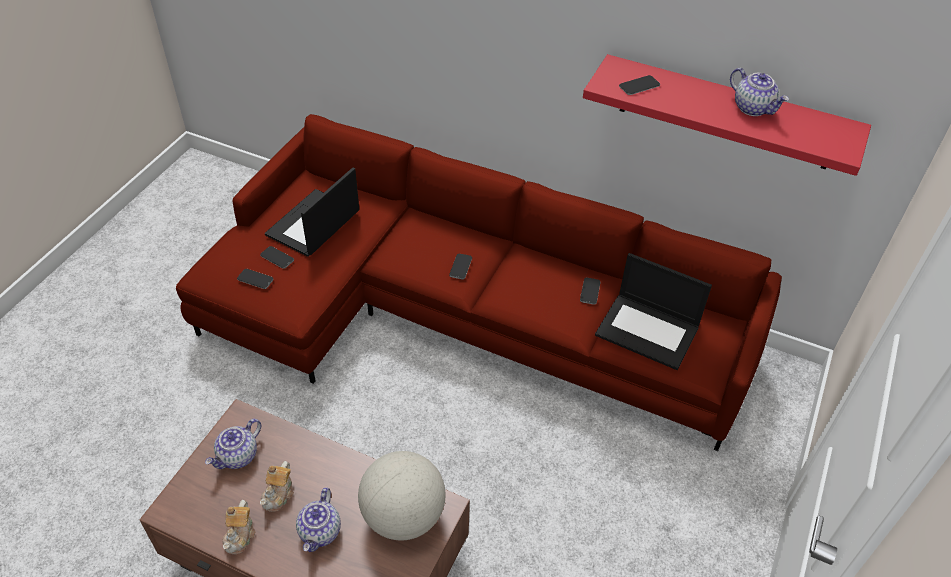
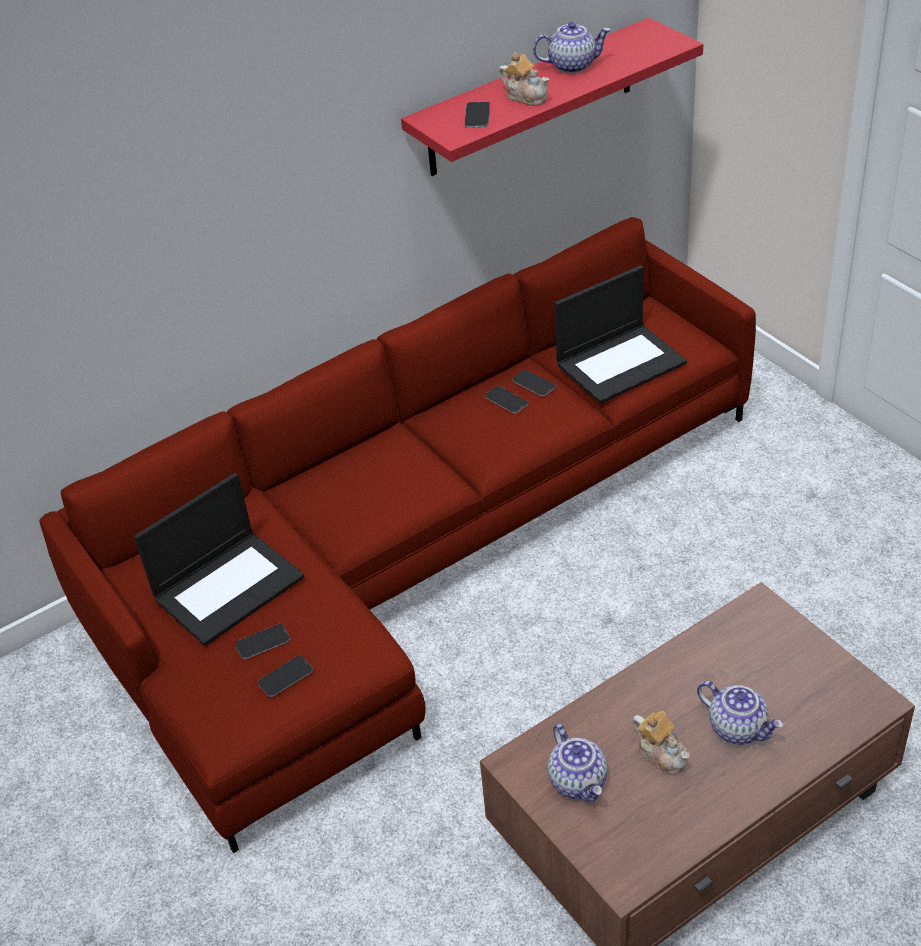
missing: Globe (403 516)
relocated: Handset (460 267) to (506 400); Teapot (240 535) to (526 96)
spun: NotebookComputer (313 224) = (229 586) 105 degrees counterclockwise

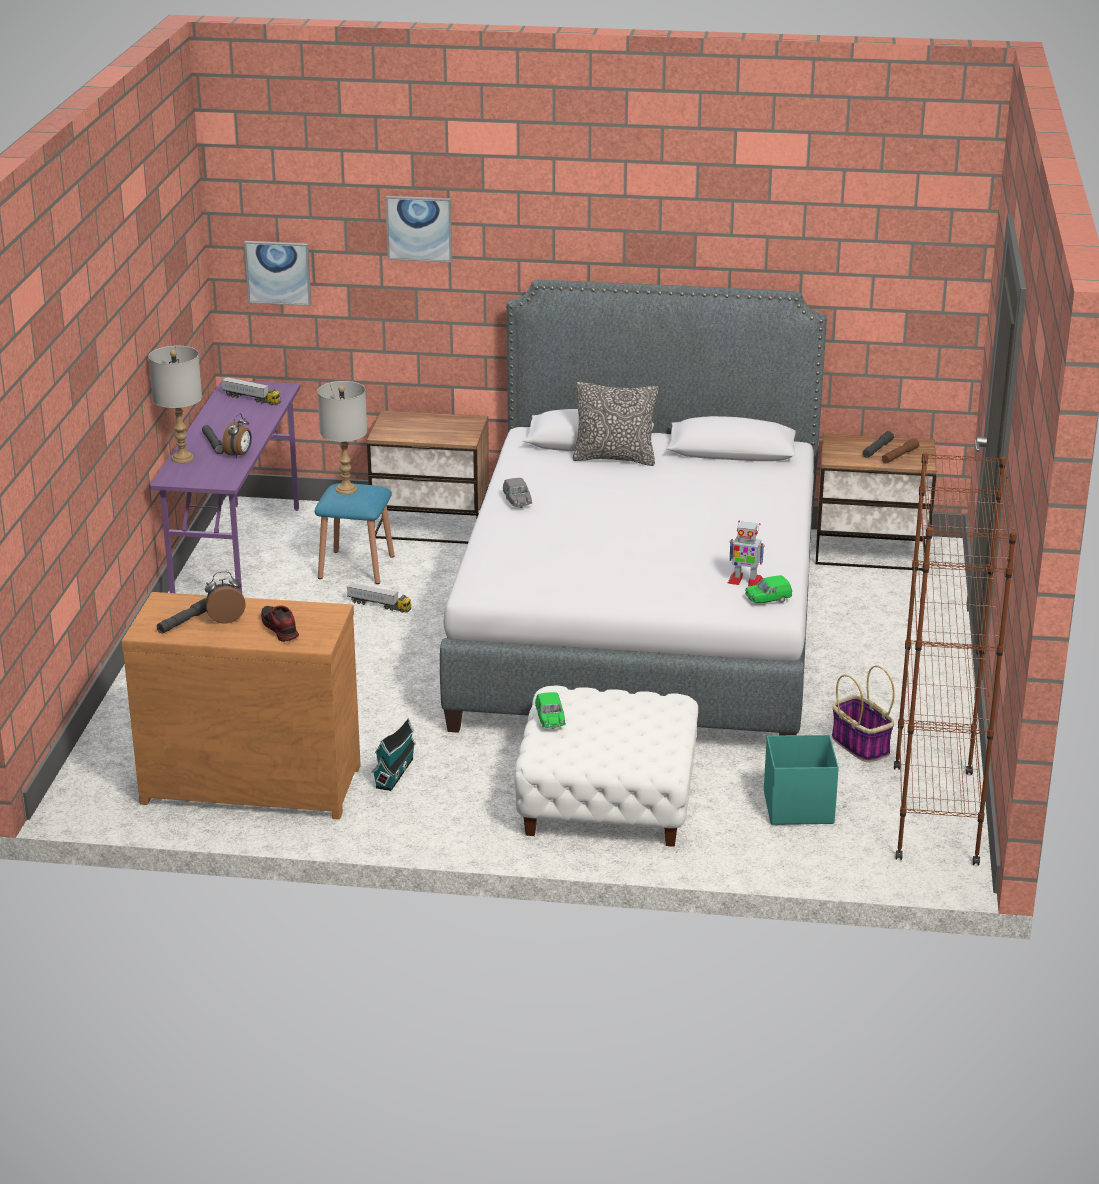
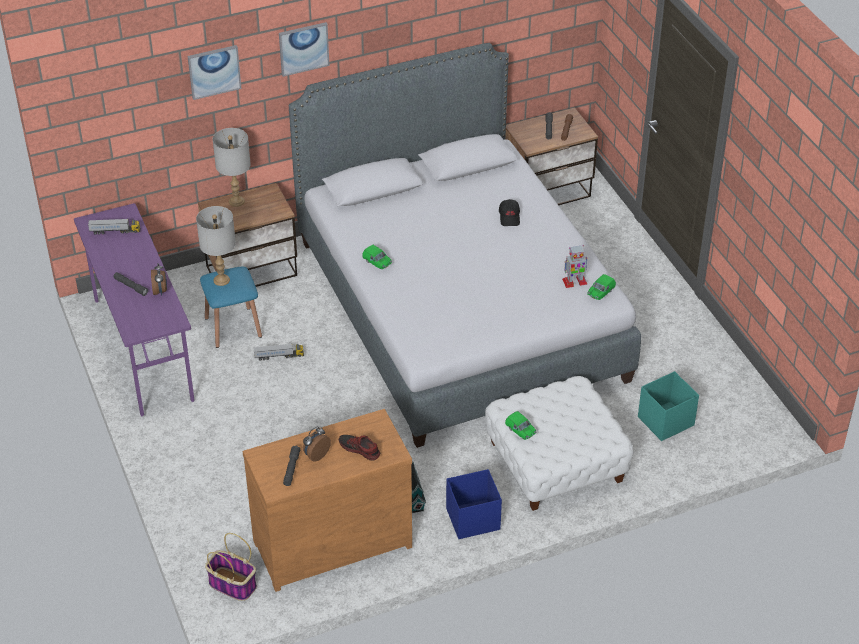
missing: Cushion (614 458); BrownShelvingUnit (935 814)
appeared: BlueStorageBin (472 519); BlackColouredPeakedCap (509 217)
relocated: StorageBasket (859 745) to (231 584); GrayTabletopLamp (182 458) to (236 201); WallPicture (278 272) to (303 48)
colour: GrayToyCar (517 502) to GreenColouredToyCar (377 263)

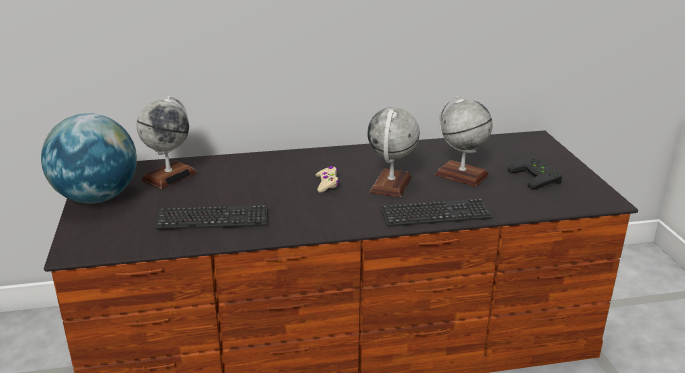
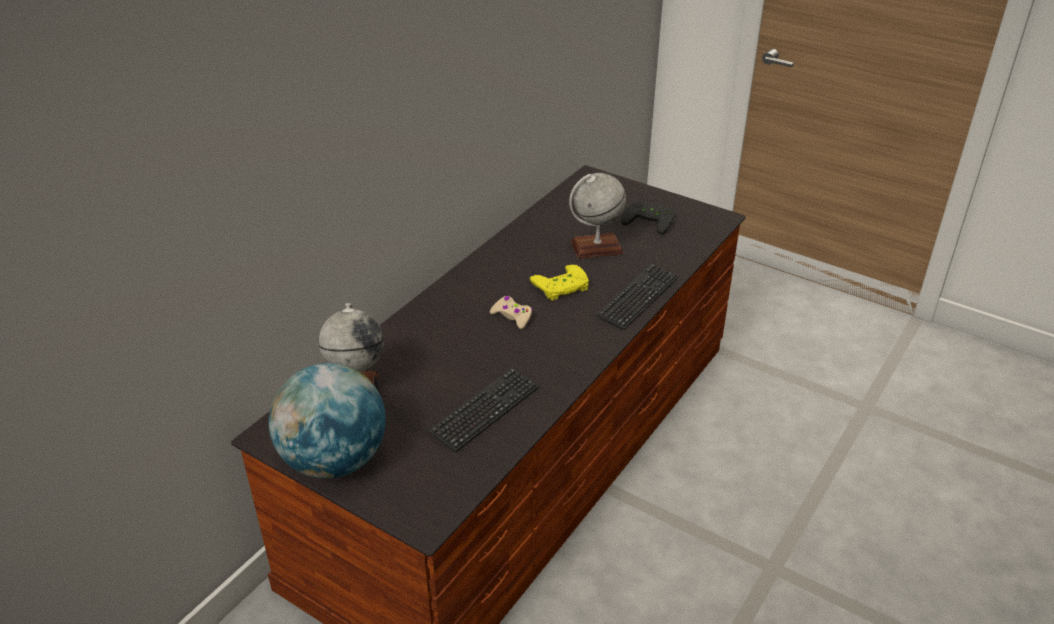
exchanged: Globe (391 184) to YellowGameController (562 287)

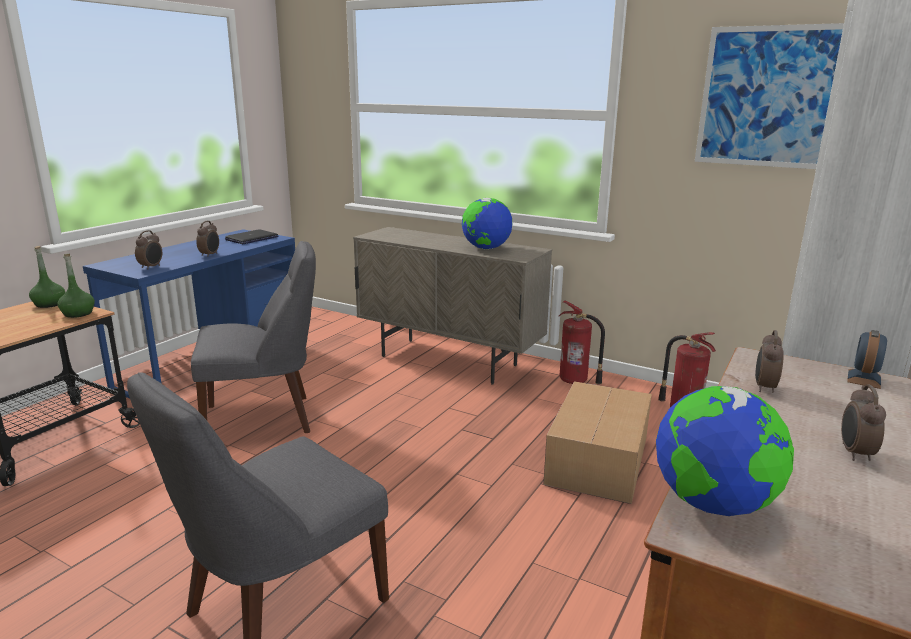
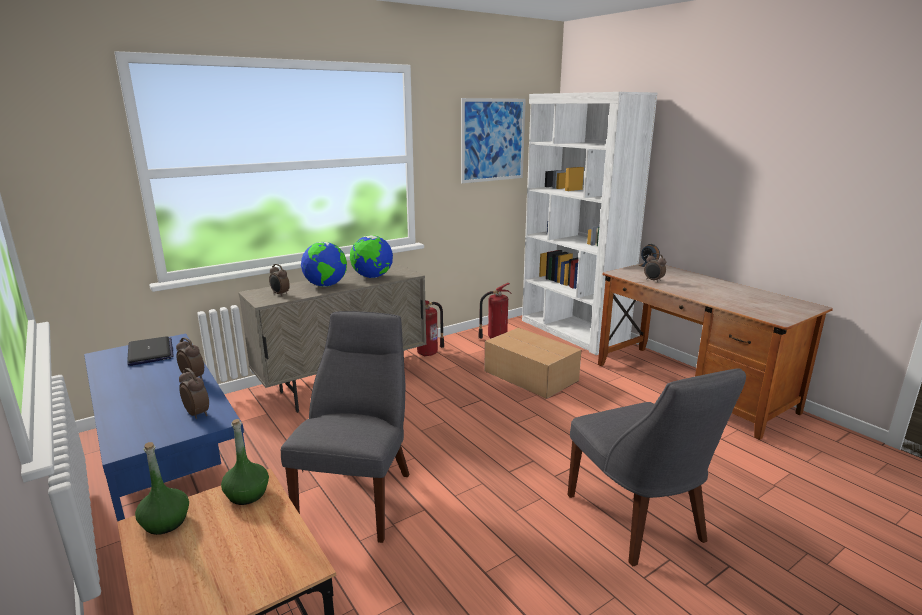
relocated: AlarmClock (854 453) to (280 294); Globe (713 504) to (326 285)

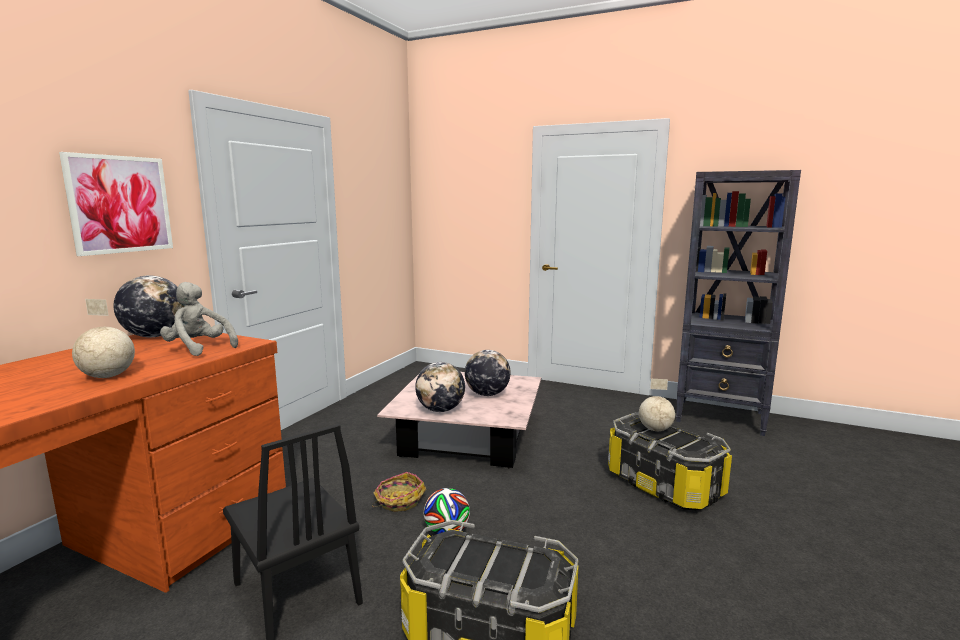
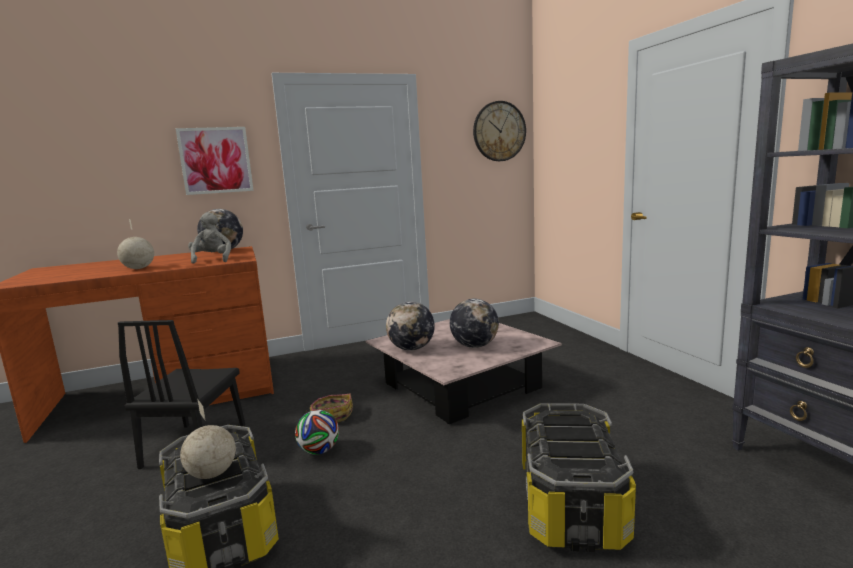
appeared: ClockOnTheWall (499 131)
relocated: Globe (655 429) to (212 474)

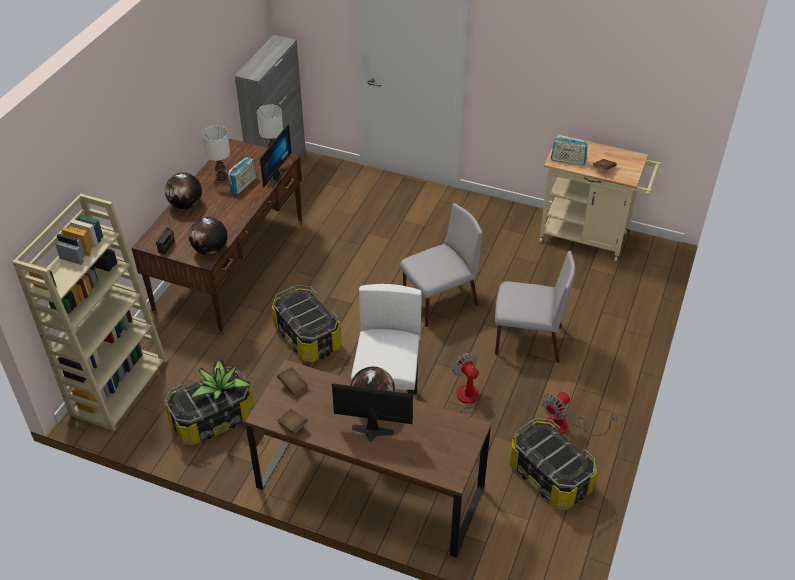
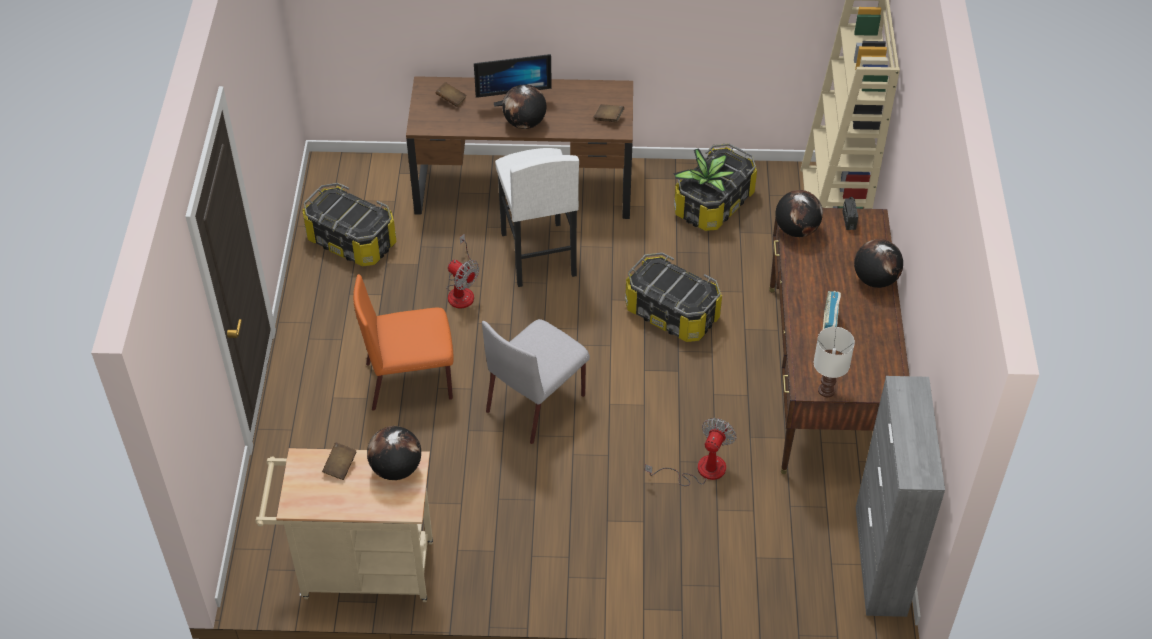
missing: WhiteTabletopLamp (221 176); ComputerScreen (273 177)
relocated: BrownVolume (292 425) to (451 100); ElectricFan (565 426) to (700 470)
exchanged: RadioSet (568 160) to Globe (396 469)
colour: GrayPlainChair (527 341) to OrangeColouredPlainChair (411 381)

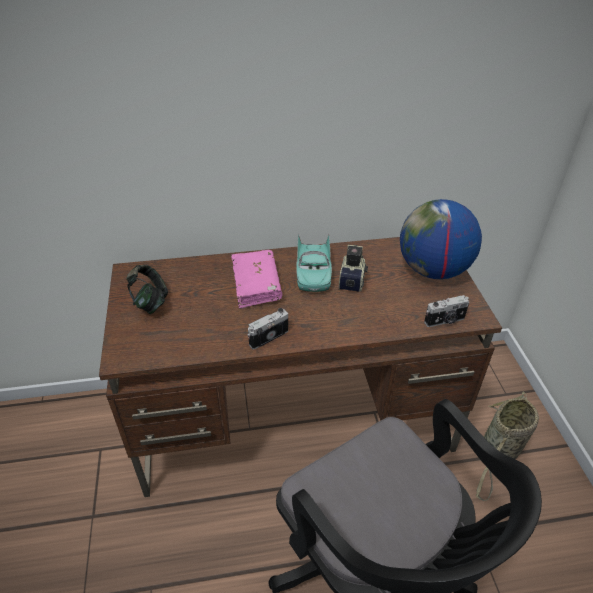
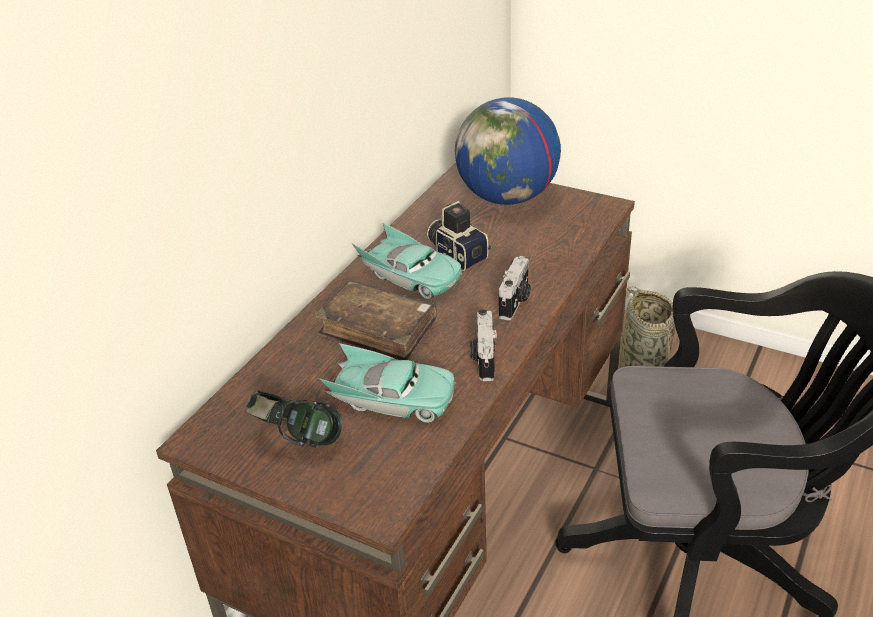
appeared: BlueGreenToyCar (391 399)
relocated: StillCamera (445 321) to (515 302)
colour: PinkishVolume (256 285) to BrownVolume (378 330)

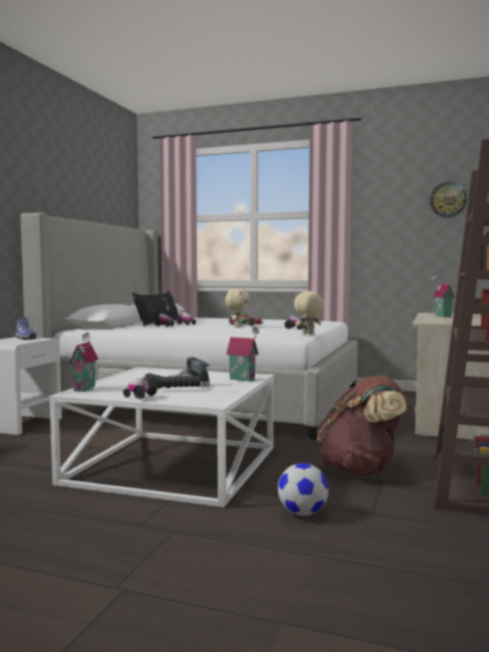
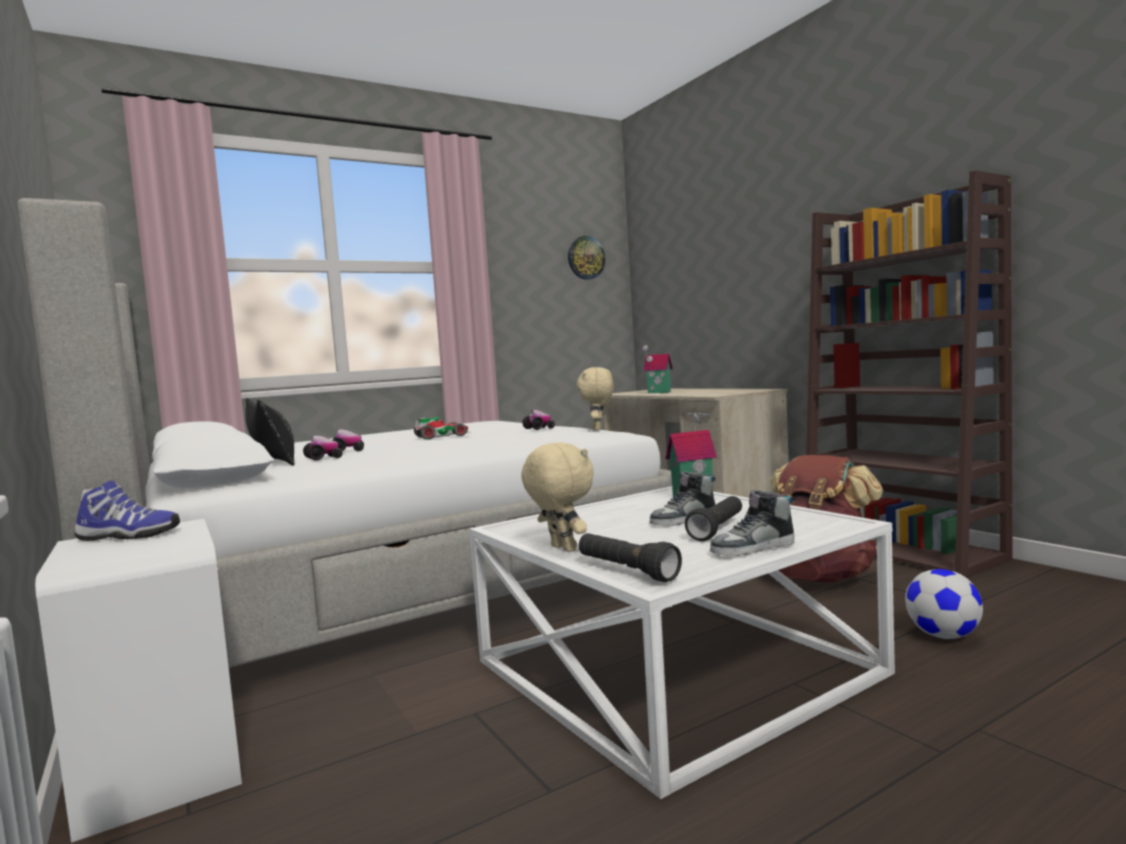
relocated: BeigeColouredCuddlyToy (237 327) to (561 549)
exchanged: ModelHouse (86 389) to BlackColouredTorch (626 571); ToyCar (139 397) to LowShoe (753 548)

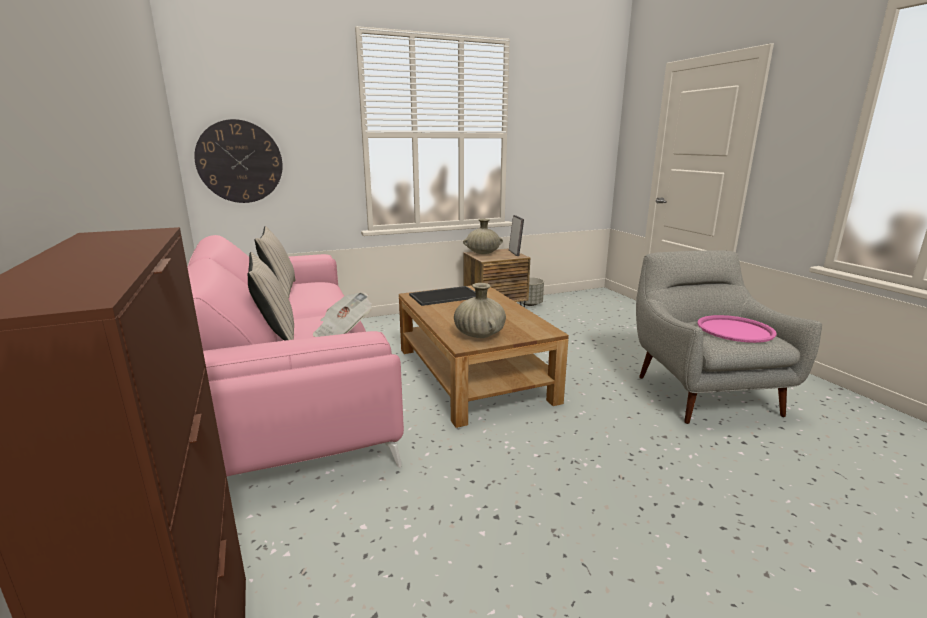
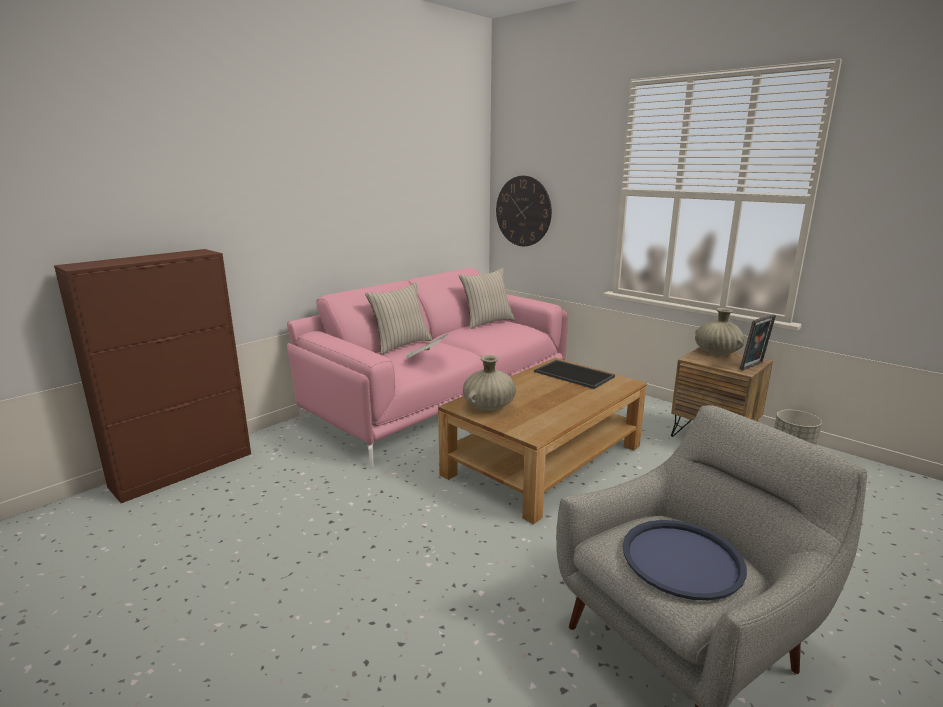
colour: PinkishTray (735 330) to BlueTray (682 559)

